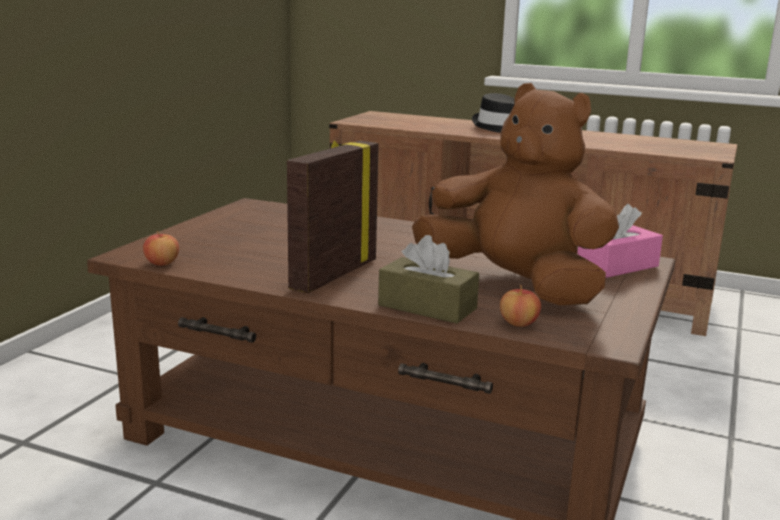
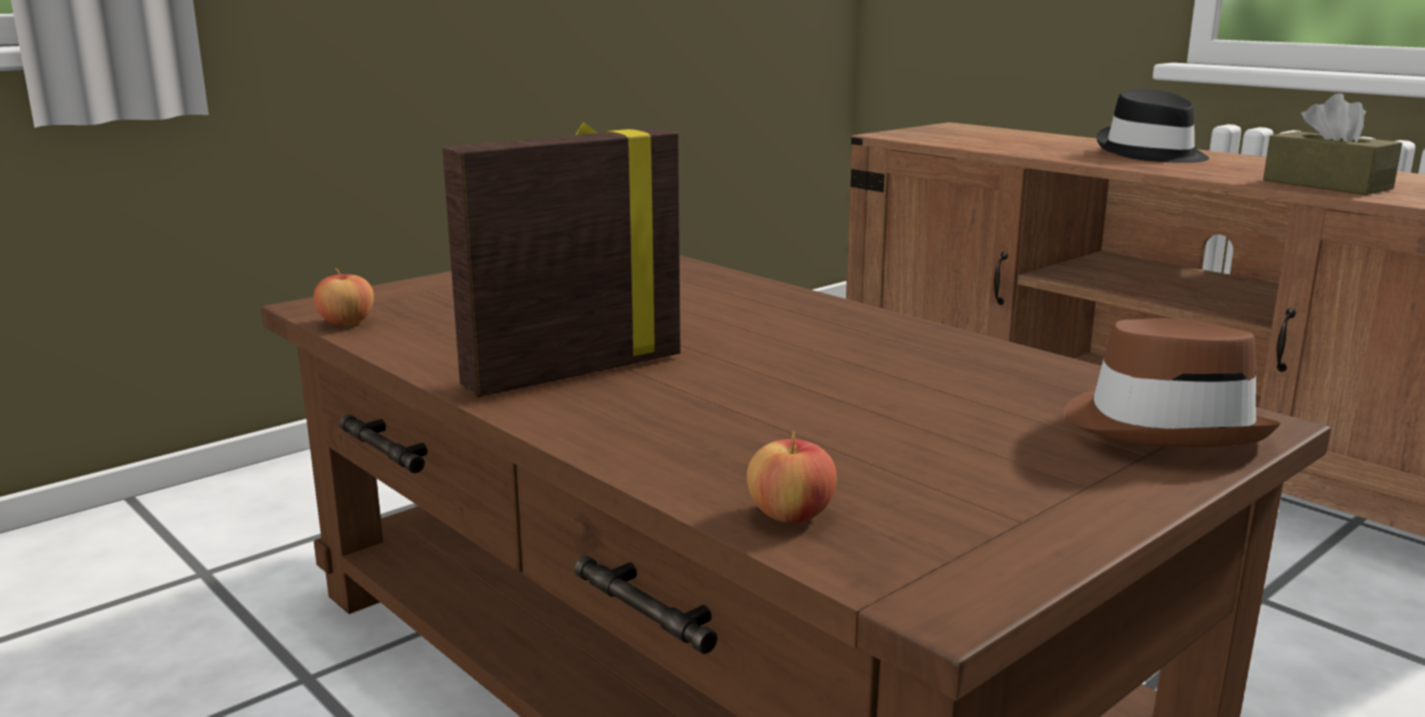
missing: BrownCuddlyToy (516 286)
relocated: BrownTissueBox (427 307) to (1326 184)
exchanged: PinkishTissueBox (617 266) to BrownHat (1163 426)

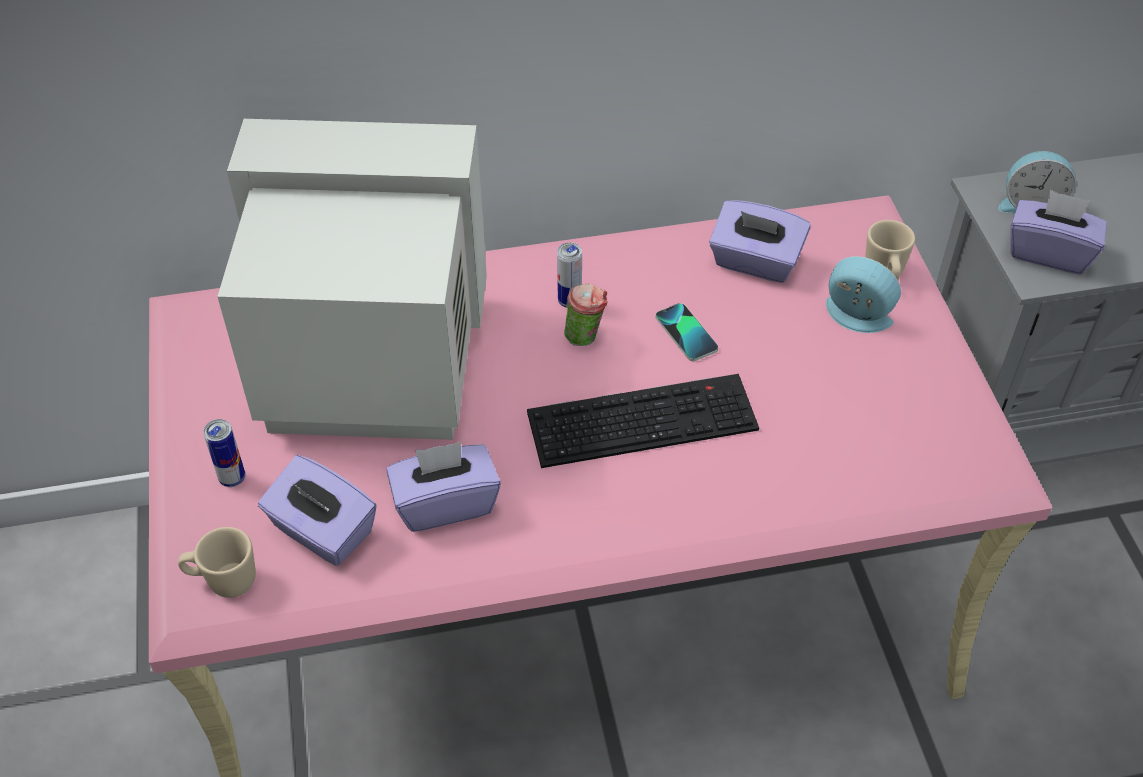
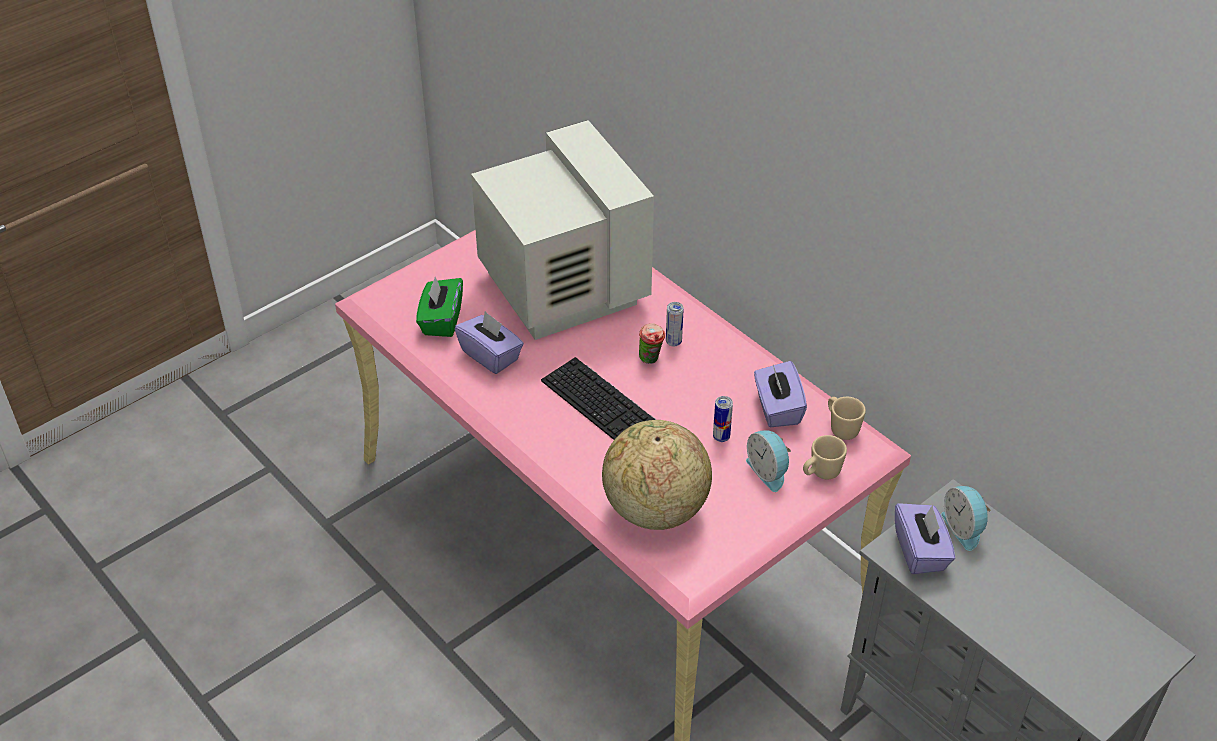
missing: Handset (686 333)
appeared: Globe (655 509)
relocated: MetalCan (232 478) to (721 437); BeigeColouredMug (223 581) to (841 428)
colour: PurplishTissueBox (322 532) to GreenColouredTissueBox (441 320)
spun: AlarmClock (855 317) = (768 471) 150 degrees clockwise

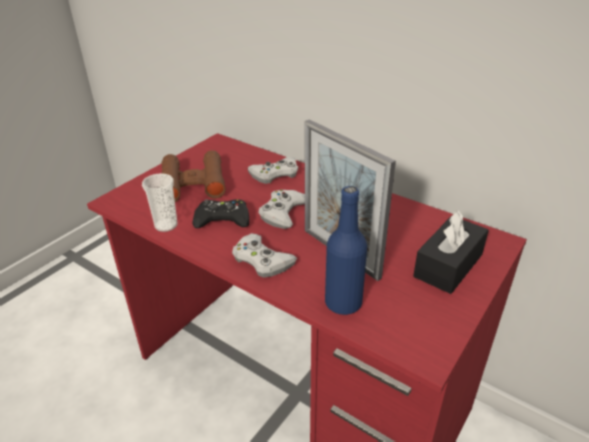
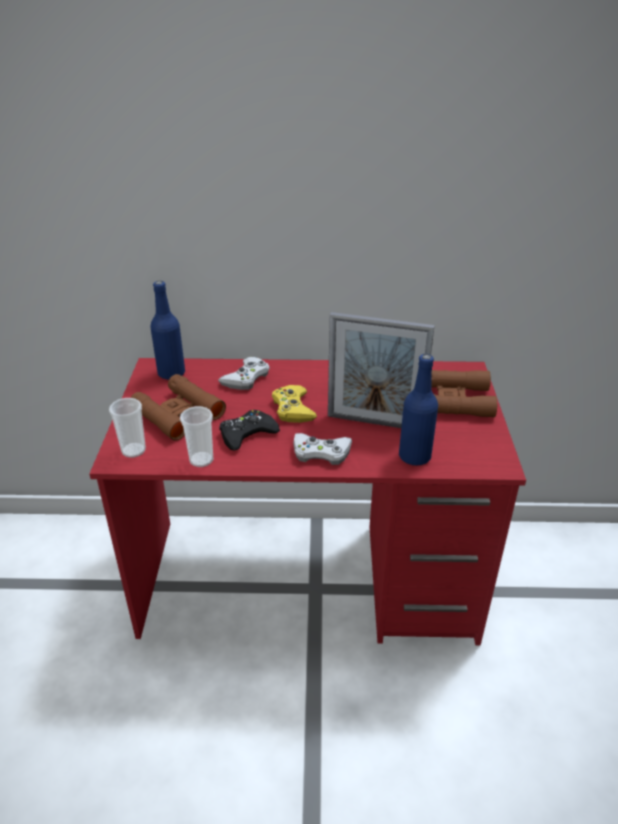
appeared: Cup (133 450); BlueBeverageBottle (171 373)
exchanged: BlackColouredTissueBox (448 265) to BrownBinoculars (455 400)
colour: WhiteGameController (282 213) to YellowGameController (293 409)

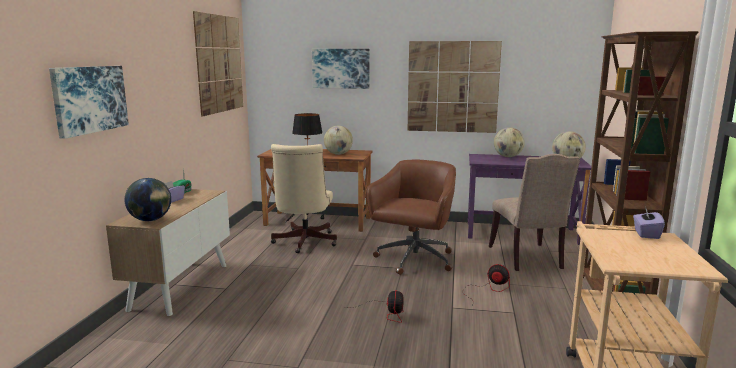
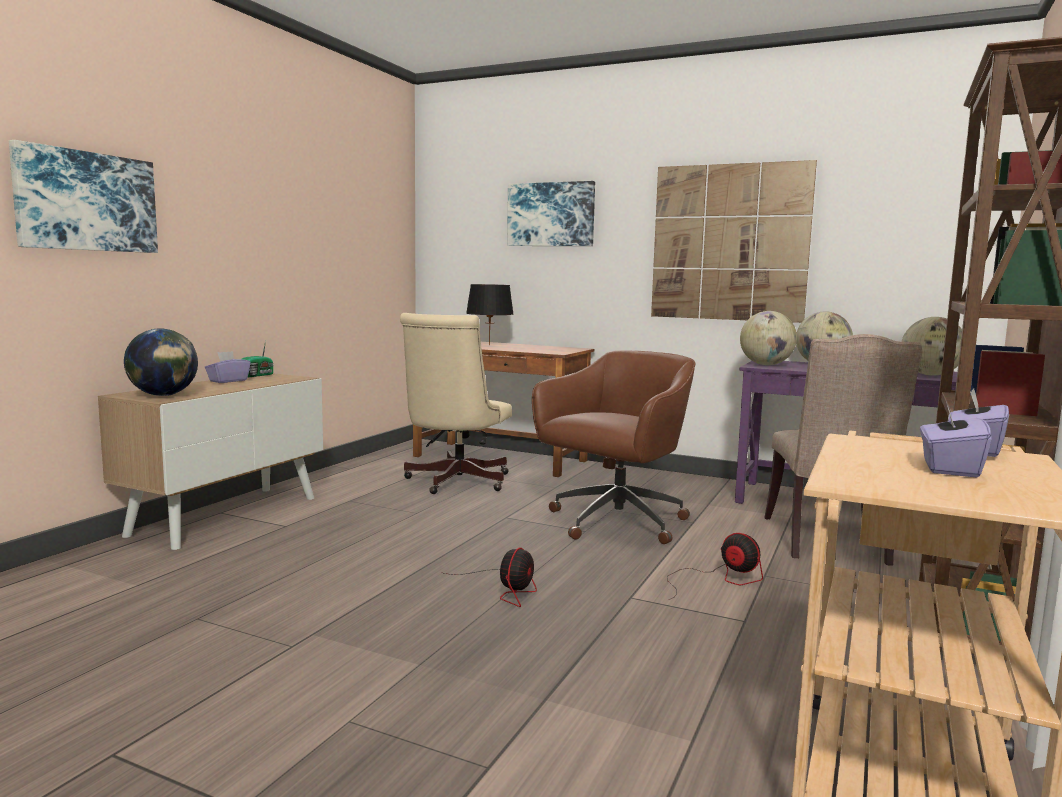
missing: WallPicture (219 64)
appeared: PurplishTissueBox (949 468)
relocated: Globe (338 154) to (766 365)

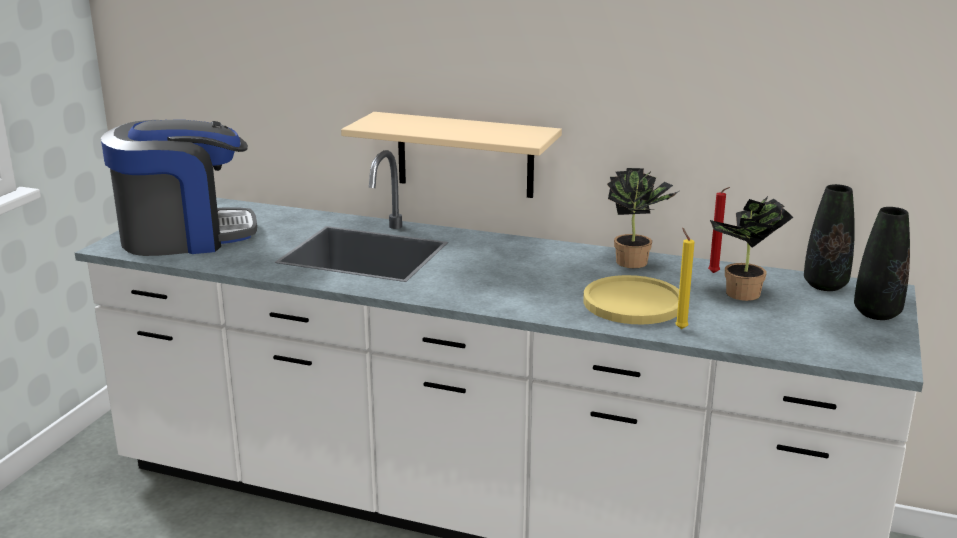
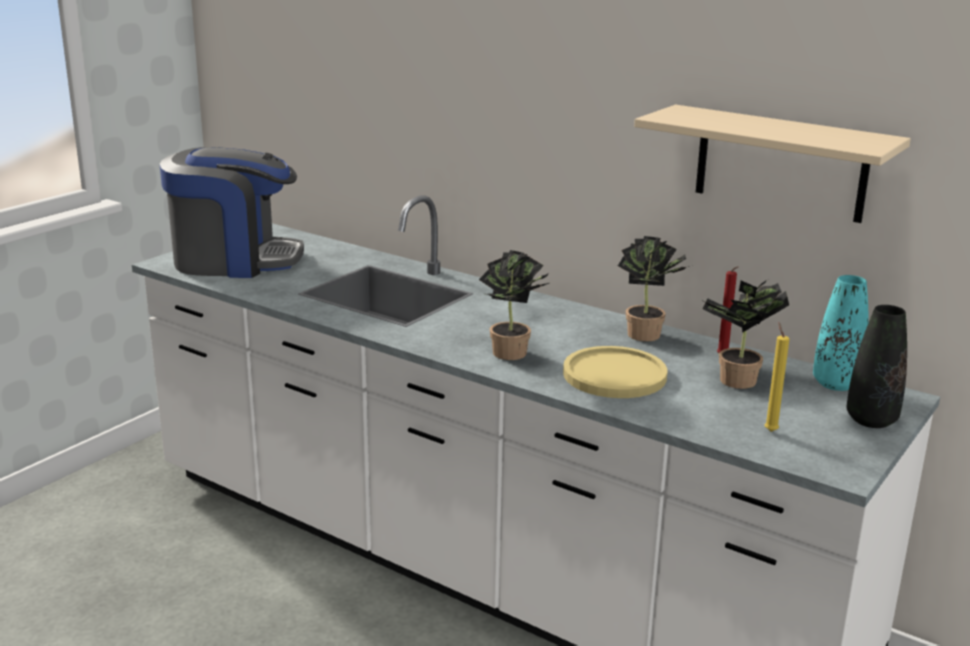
appeared: PlantInAPot (513 354)
relocated: BeigeColouredShelf (465 155) to (780 163); YellowCandle (680 328) to (770 430)
colour: BlackColouredFlowerVase (825 285) to BlueGreenFlowerVase (836 384)

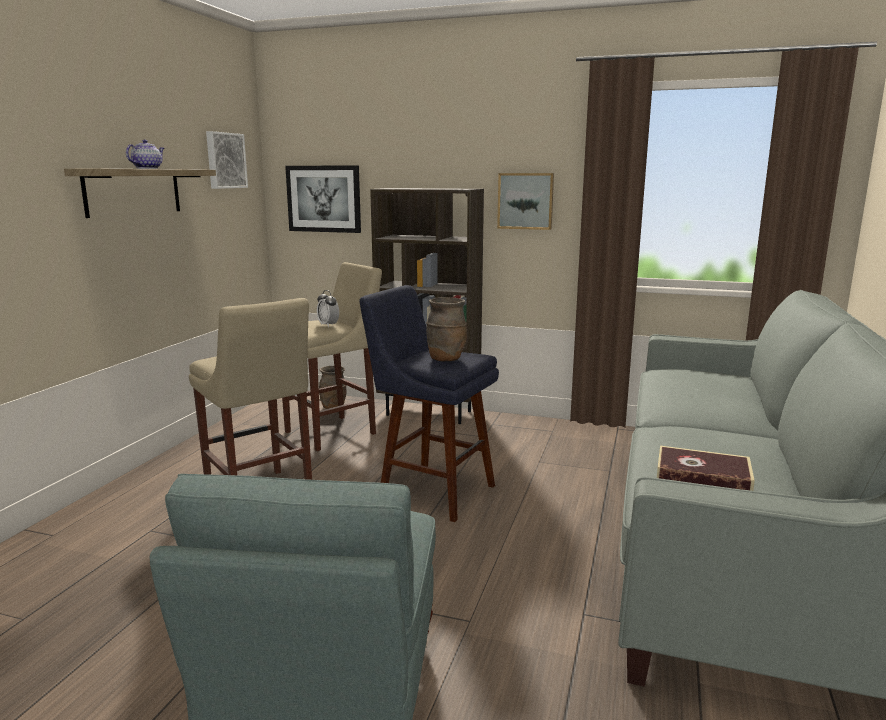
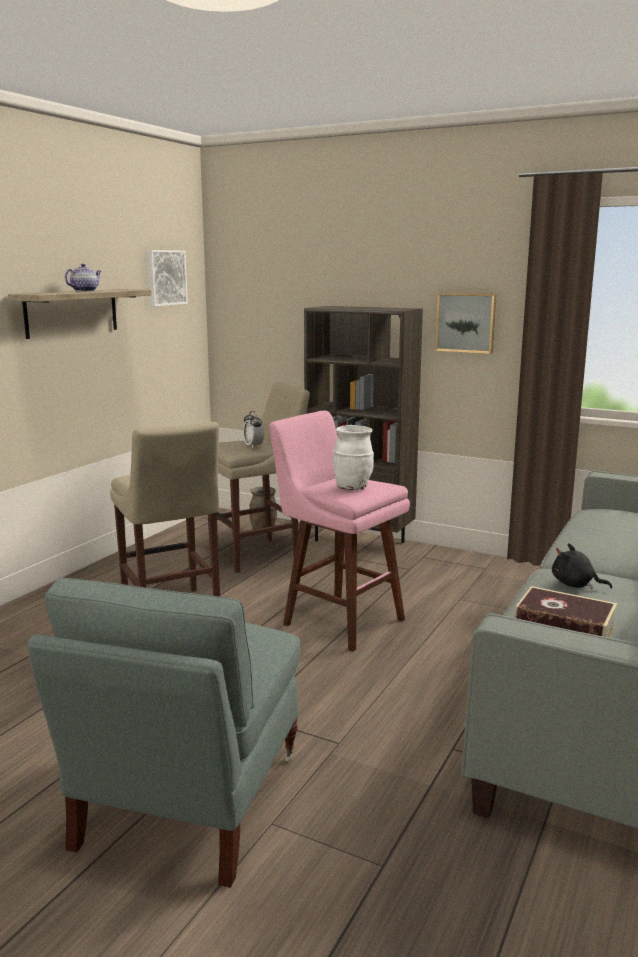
missing: WallPicture (324 199)
appeared: BlackColouredCuddlyToy (575 585)
colour: BlueSittingStool (430 491) to PinkishSittingStool (338 619); BrownFlowerVase (446 359) to WhiteFlowerVase (352 487)

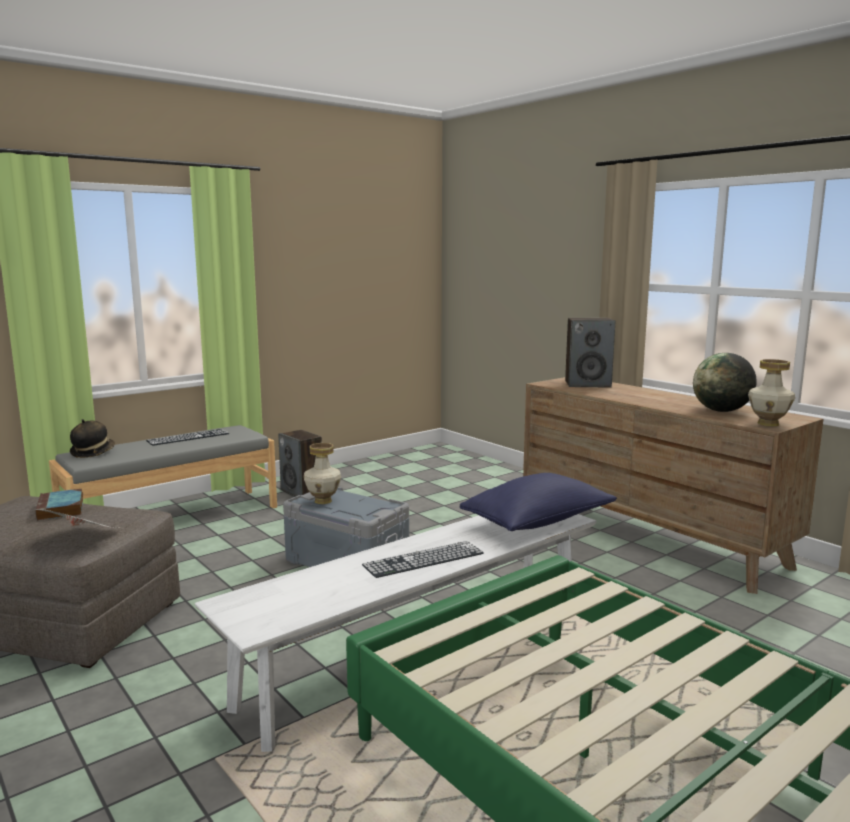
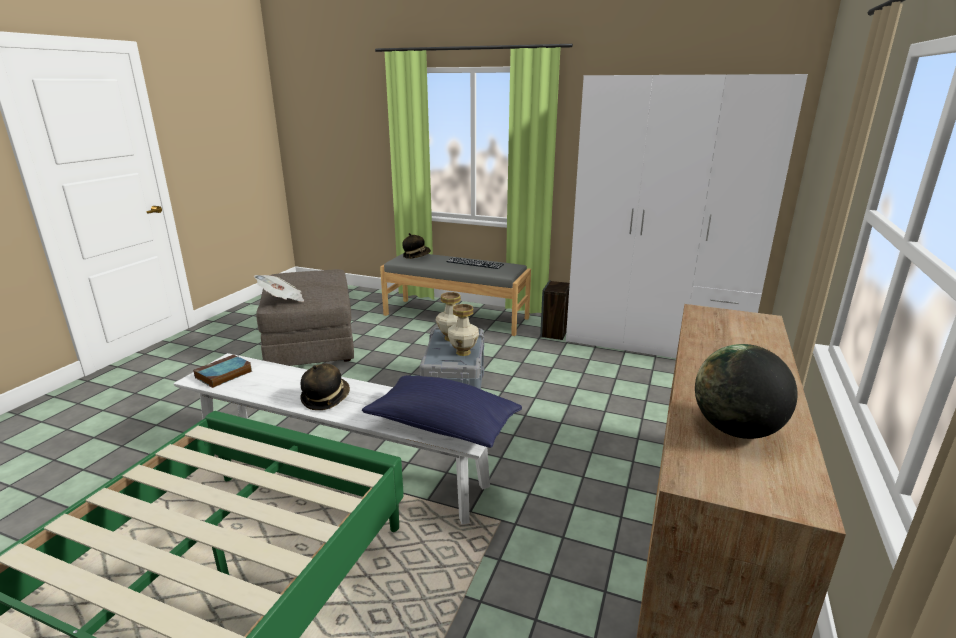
missing: Speaker (588 384)
appeared: WhiteClothesCupboard (654 342)
relocated: Volume (61 509) to (223 375); FlowerVase (768 424) to (463 352)
exchanged: Keyboard (424 559) to Hat (325 398)

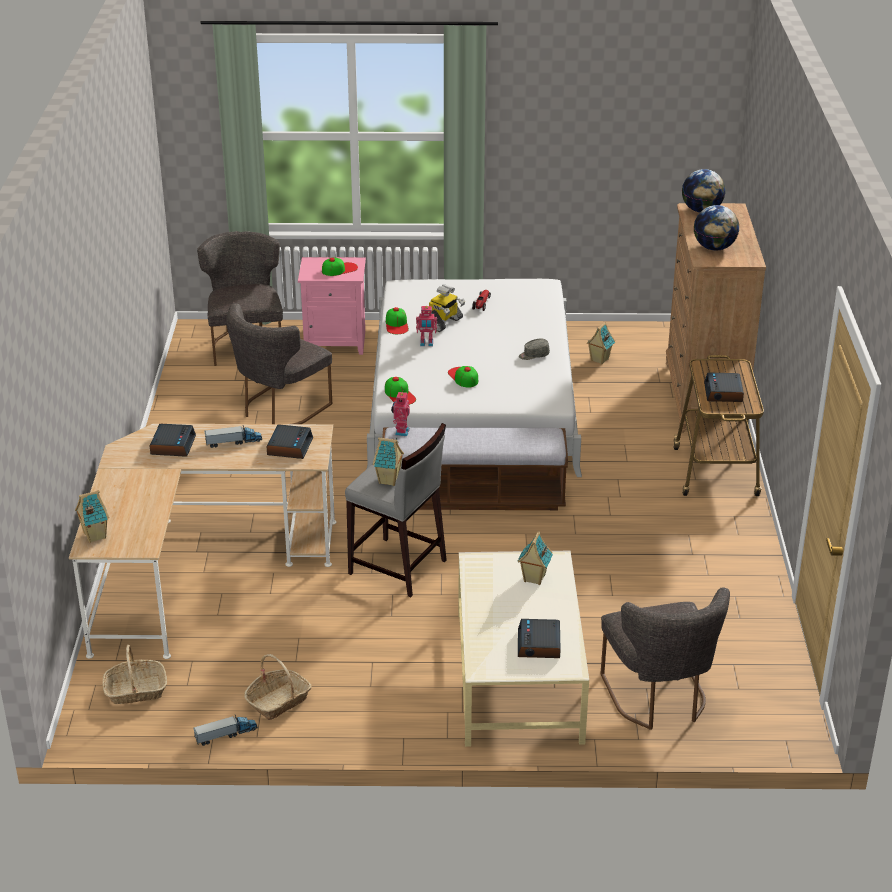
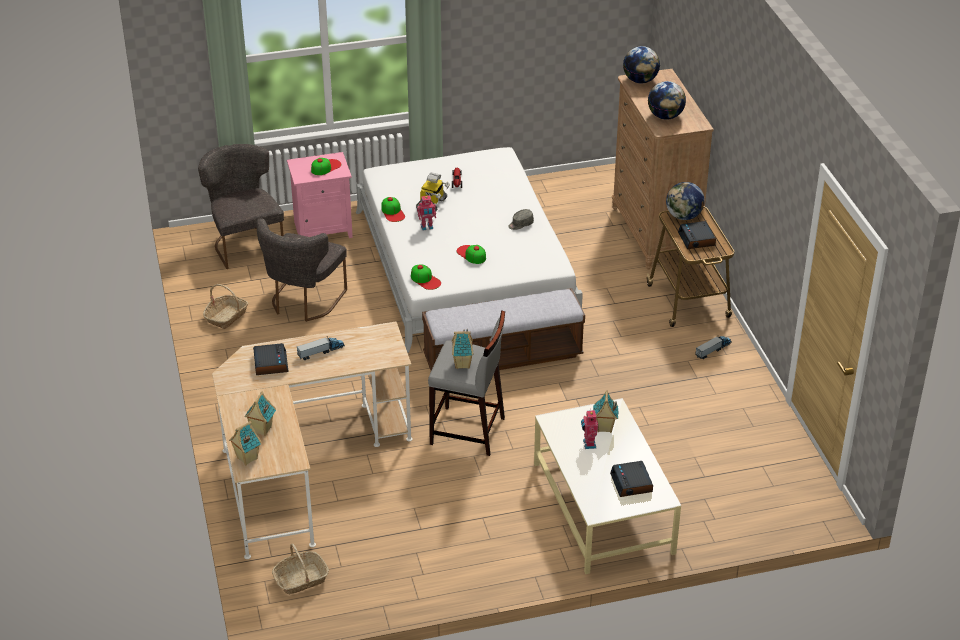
missing: AlarmClock (289 446); GrayPlainChair (659 699)
appeared: Globe (684 216)
relocated: StorageBasket (278 701) to (226 316); ModelHouse (599 360) to (261 430); ToyRobot (401 431) to (588 444); ToyLorry (226 734) to (713 350)

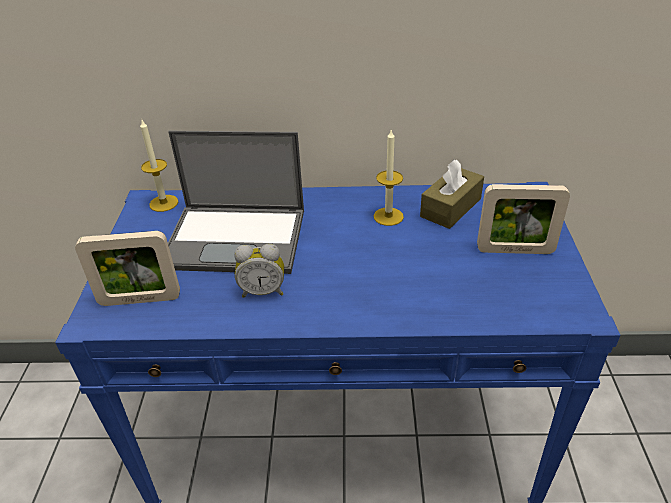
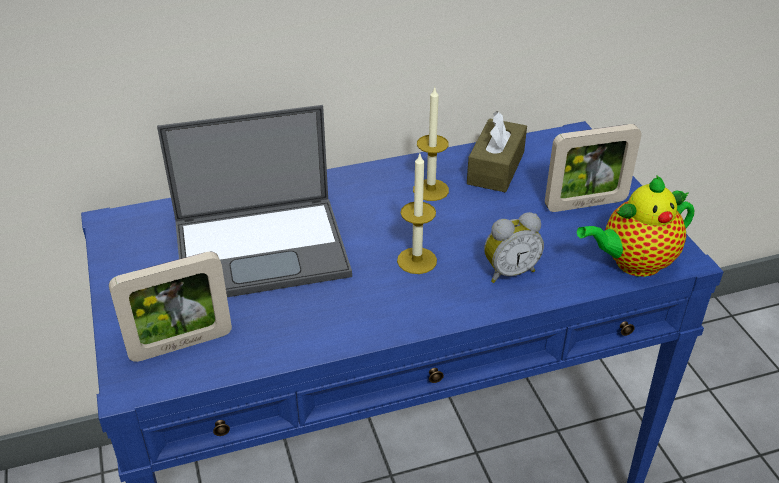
appeared: Teapot (633 263)
relocated: Candle (163 203) to (417 260); AlarmClock (263 291) to (509 271)

